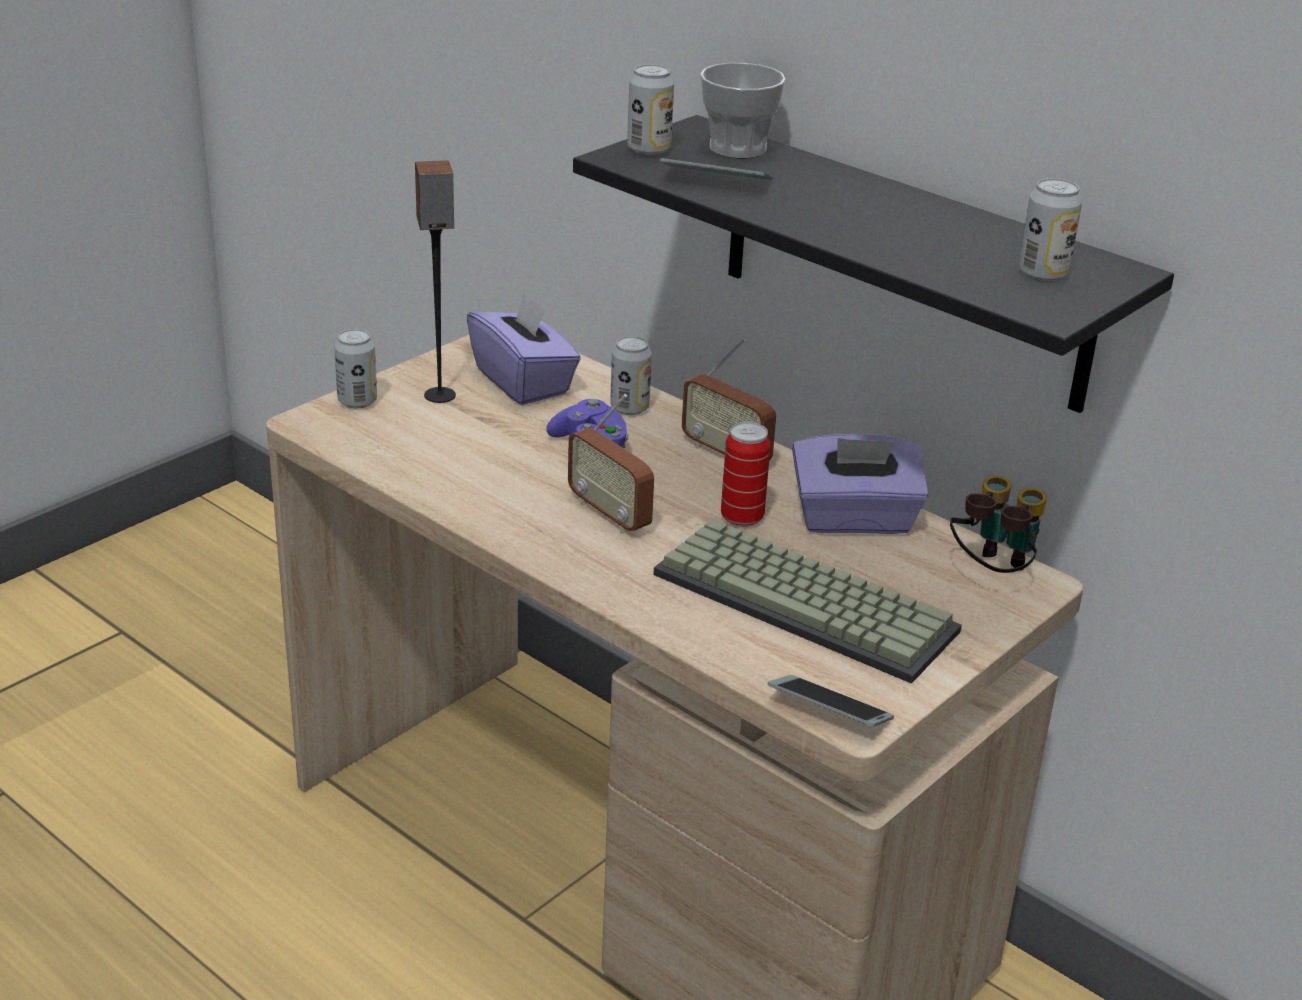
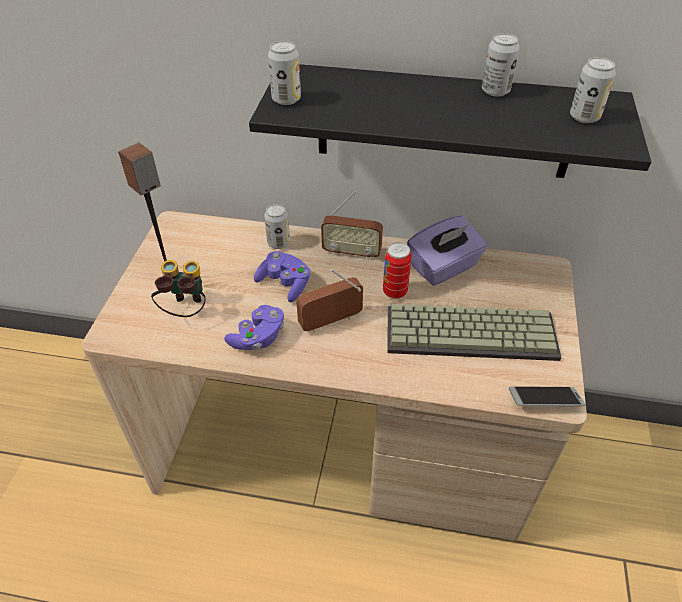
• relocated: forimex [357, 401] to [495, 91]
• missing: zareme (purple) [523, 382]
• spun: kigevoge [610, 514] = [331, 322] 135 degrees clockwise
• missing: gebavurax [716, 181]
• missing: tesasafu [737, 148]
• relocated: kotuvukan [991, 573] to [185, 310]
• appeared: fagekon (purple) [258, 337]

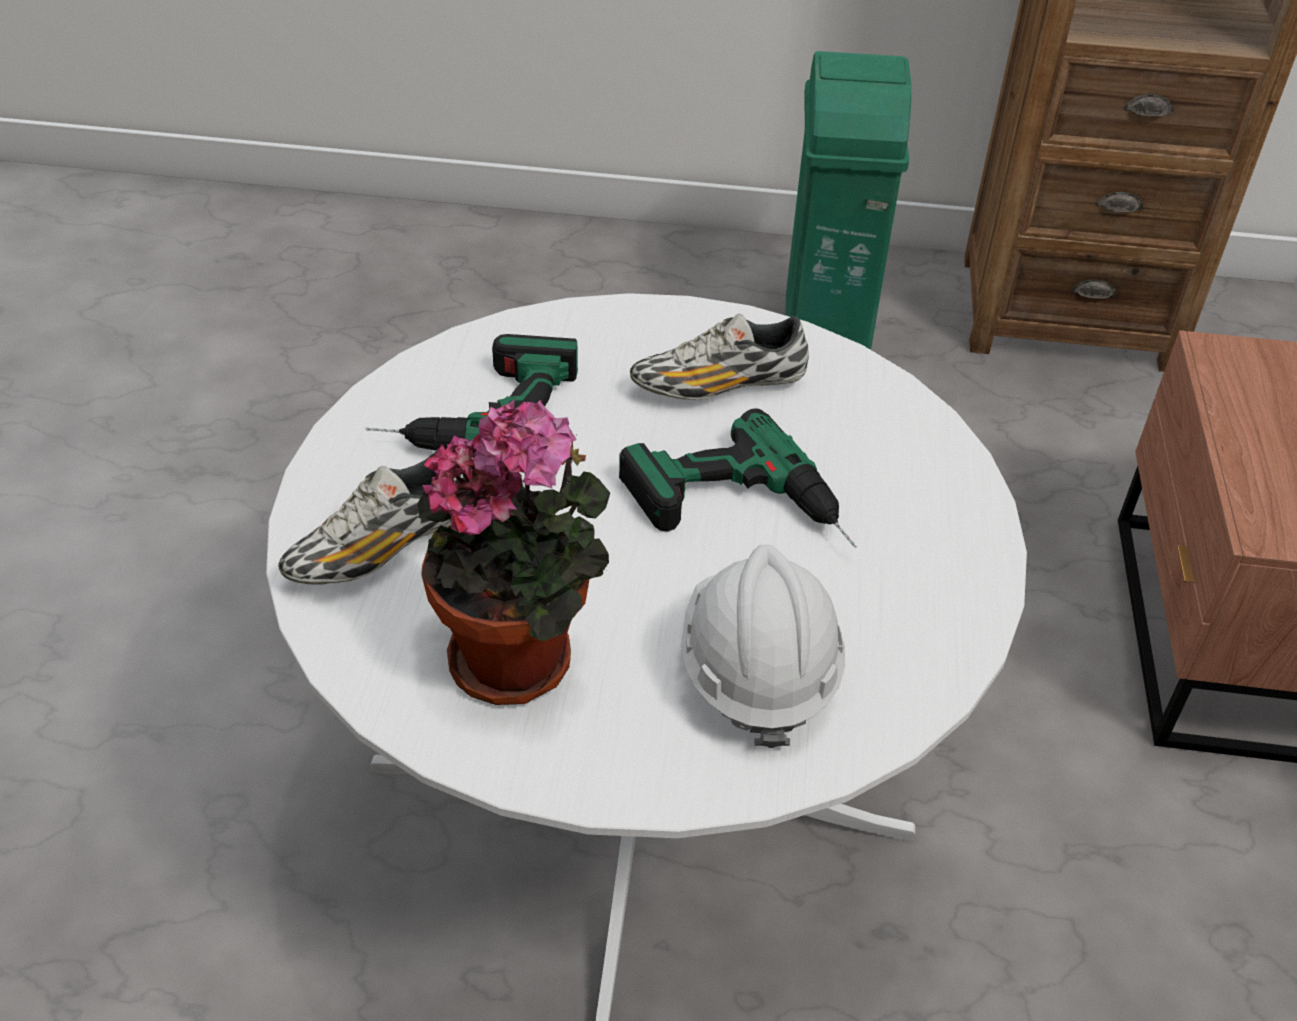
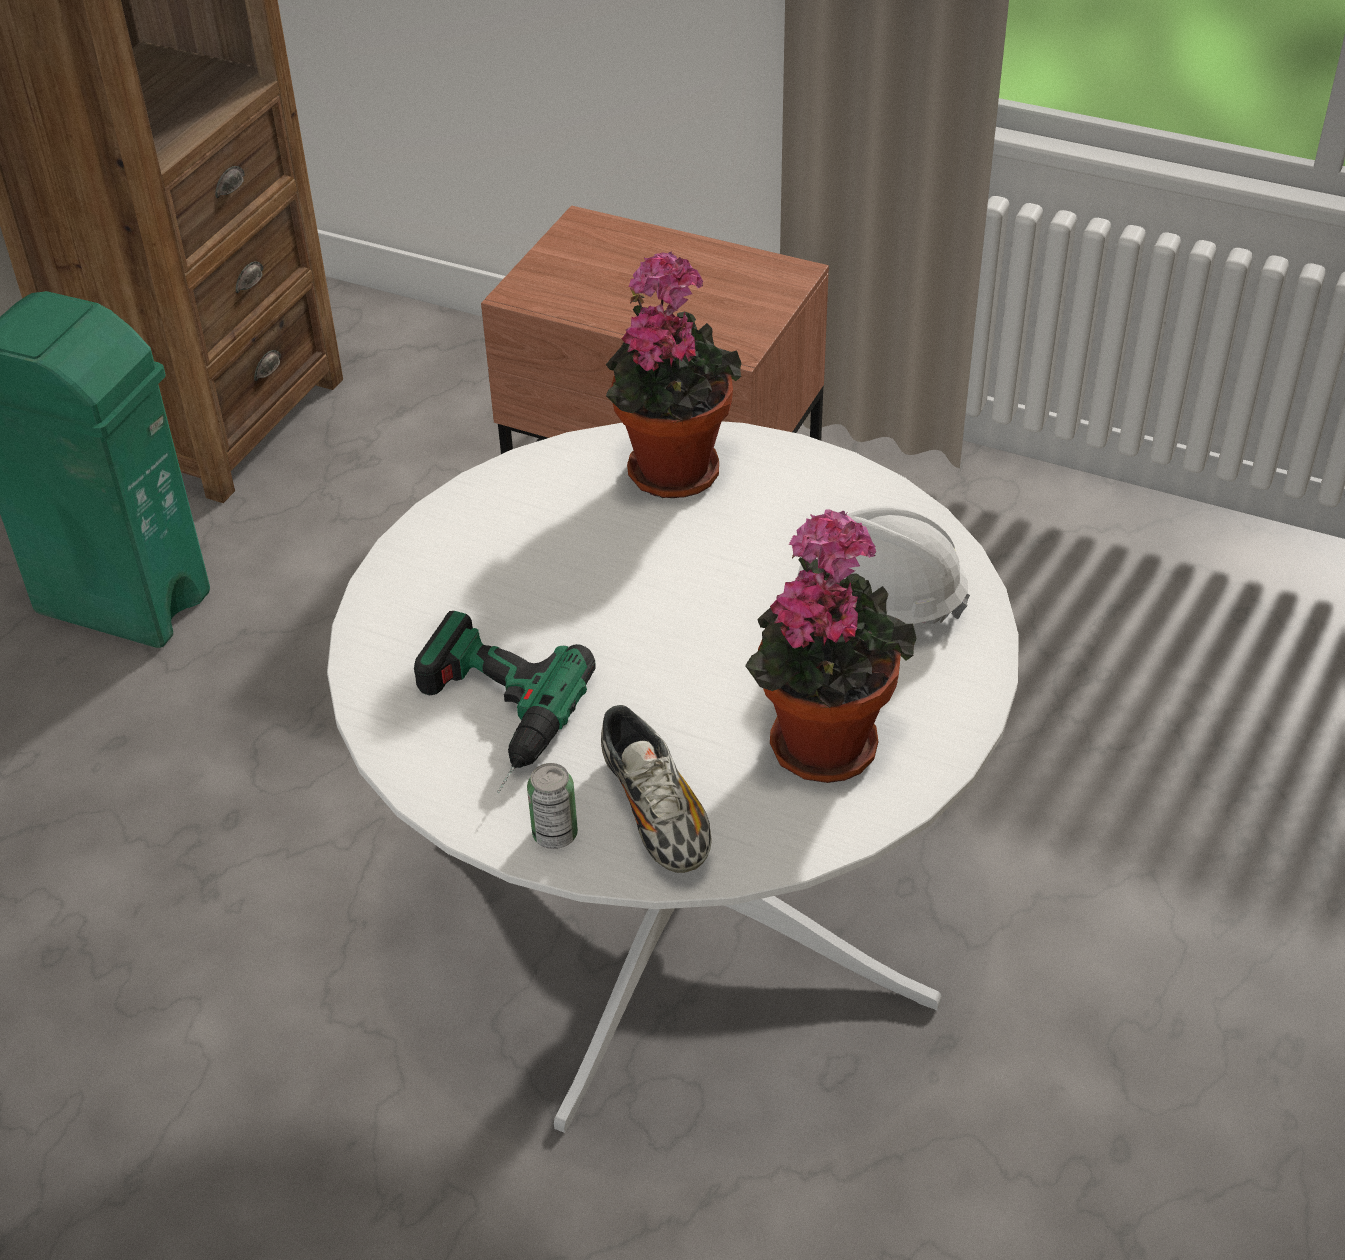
• missing: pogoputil [742, 514]
• missing: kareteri [719, 386]
• appeared: forimex [555, 834]
• appeared: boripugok [671, 466]

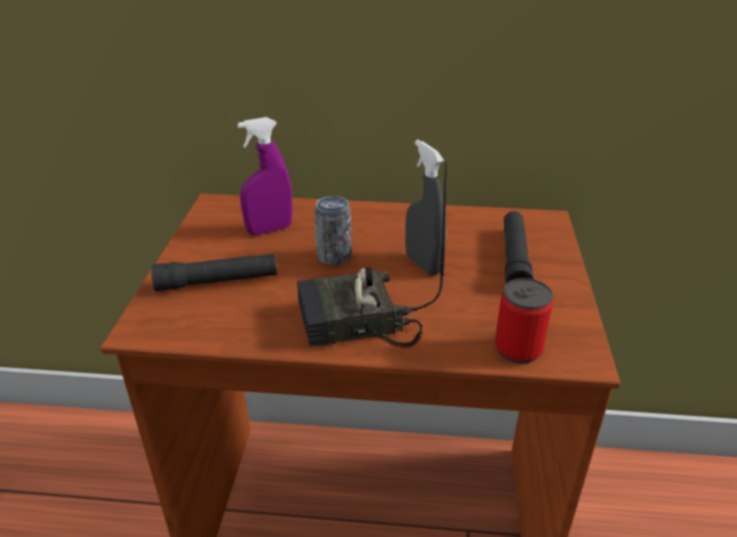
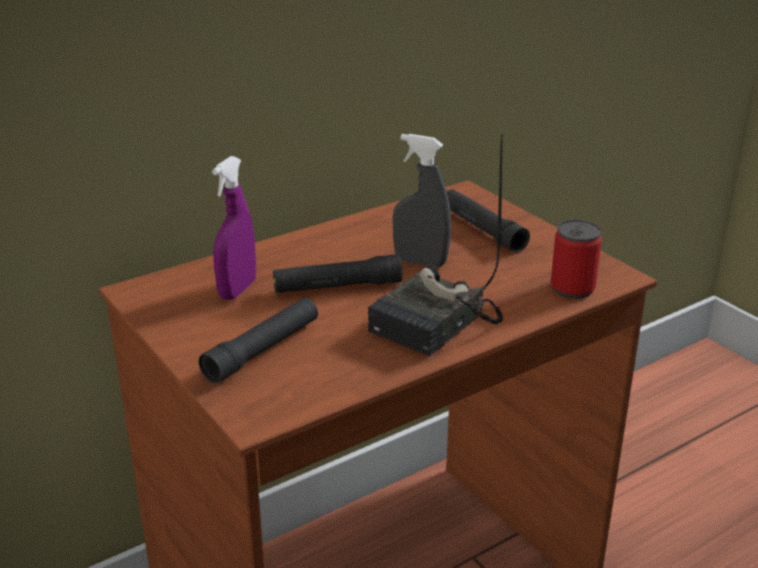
• exchanged: forimex [334, 257] to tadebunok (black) [337, 287]

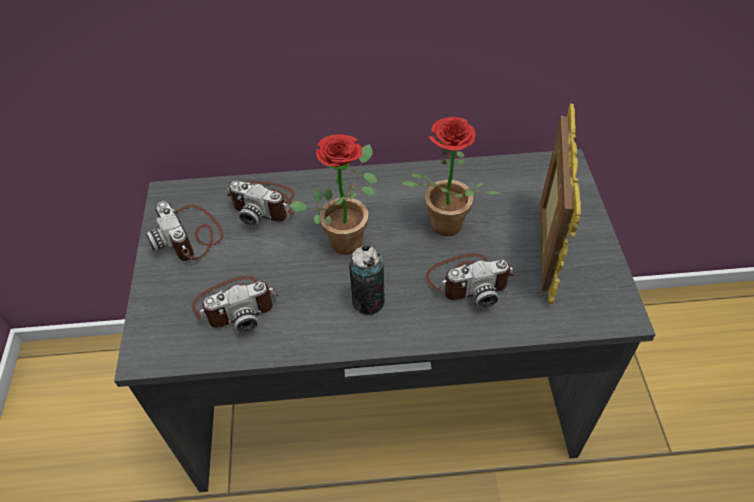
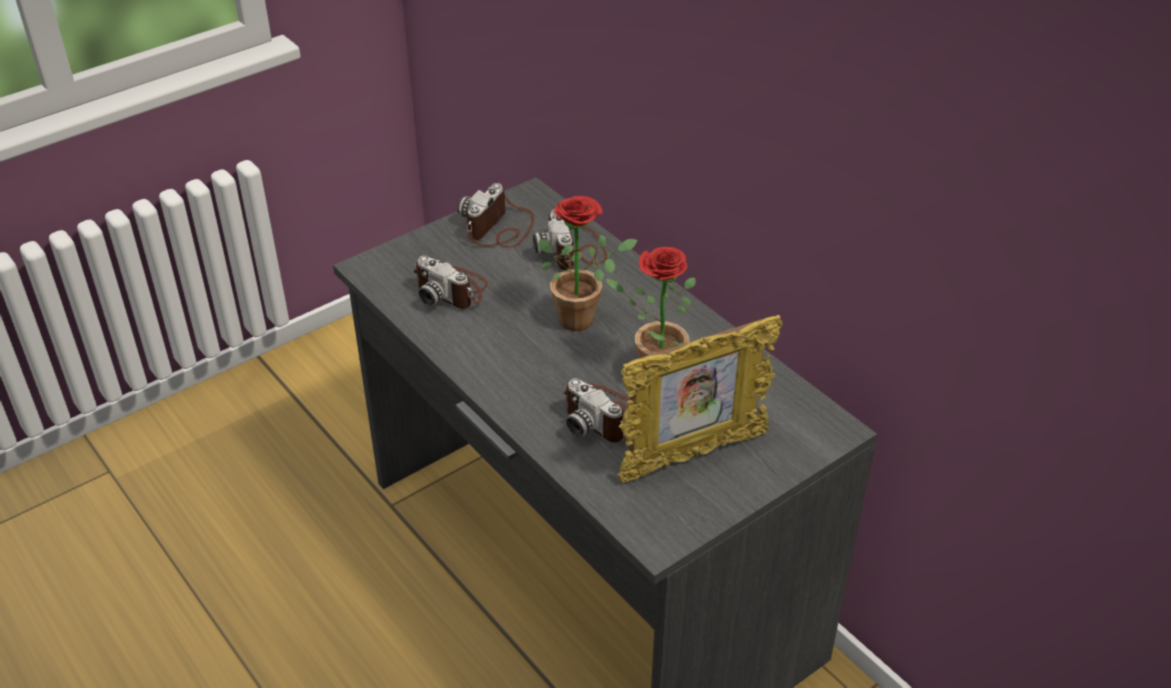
• missing: forimex [368, 302]

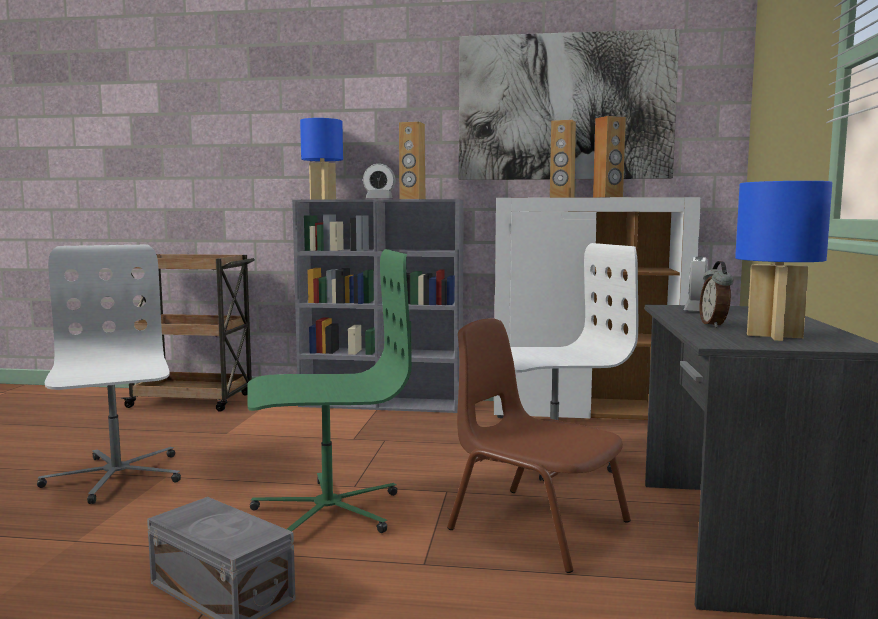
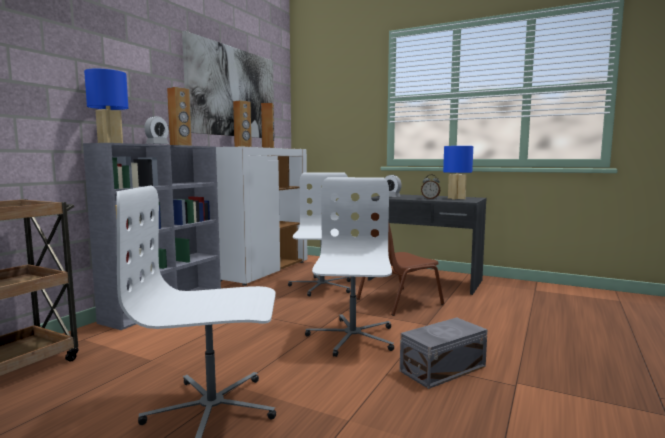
• colour: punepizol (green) [327, 510] to punepizol (white) [351, 337]

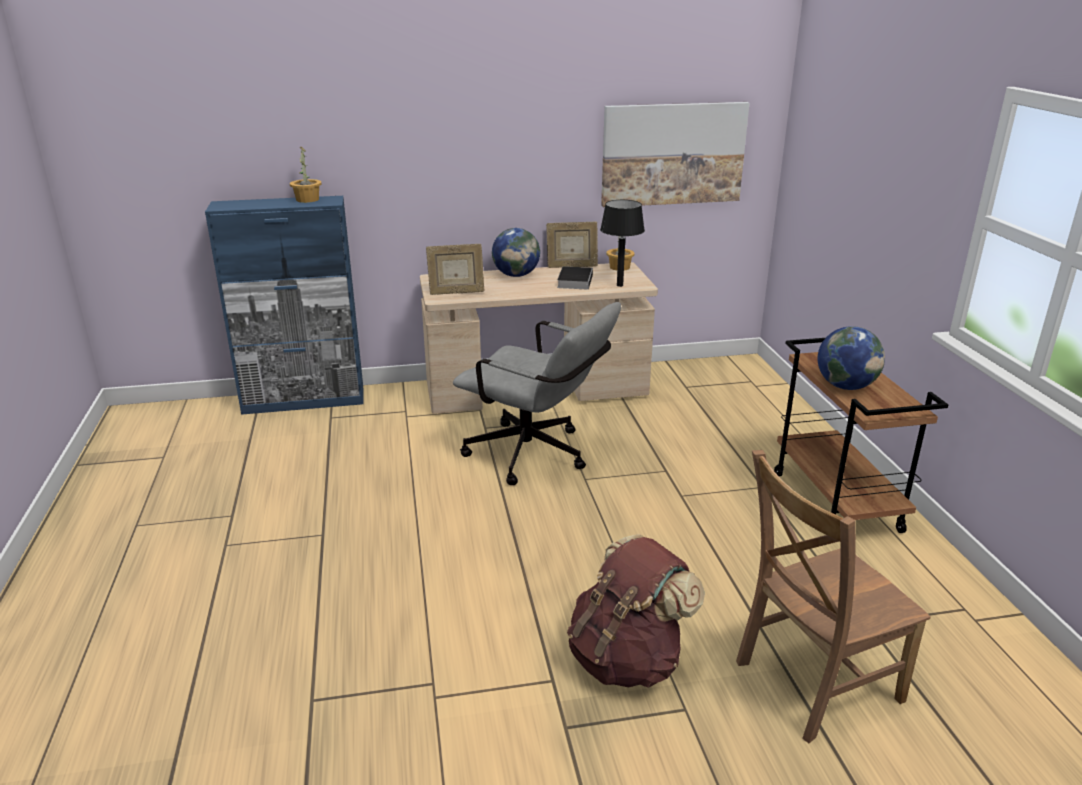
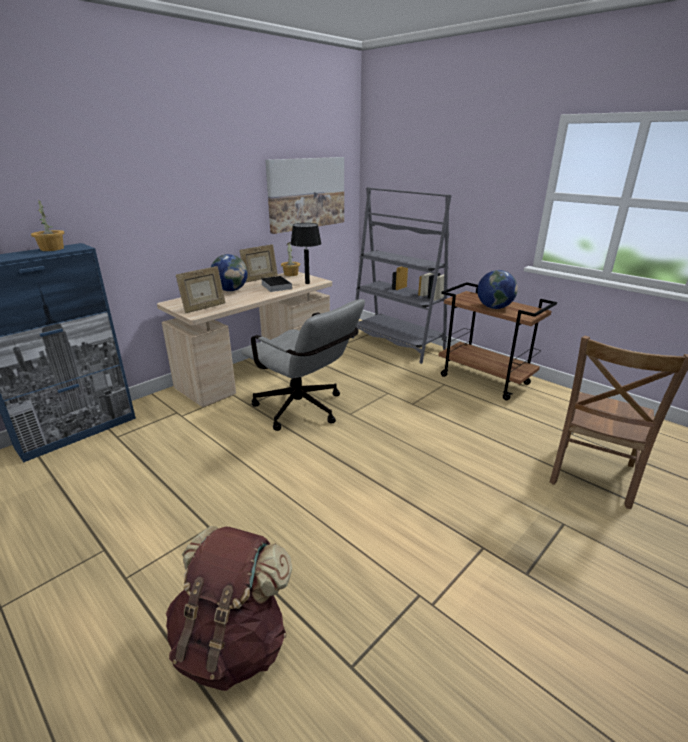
• spun: punepizol (grey) [536, 456] = [305, 411] 45 degrees clockwise
• relocated: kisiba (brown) [627, 659] to [233, 643]
• appeared: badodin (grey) [397, 343]

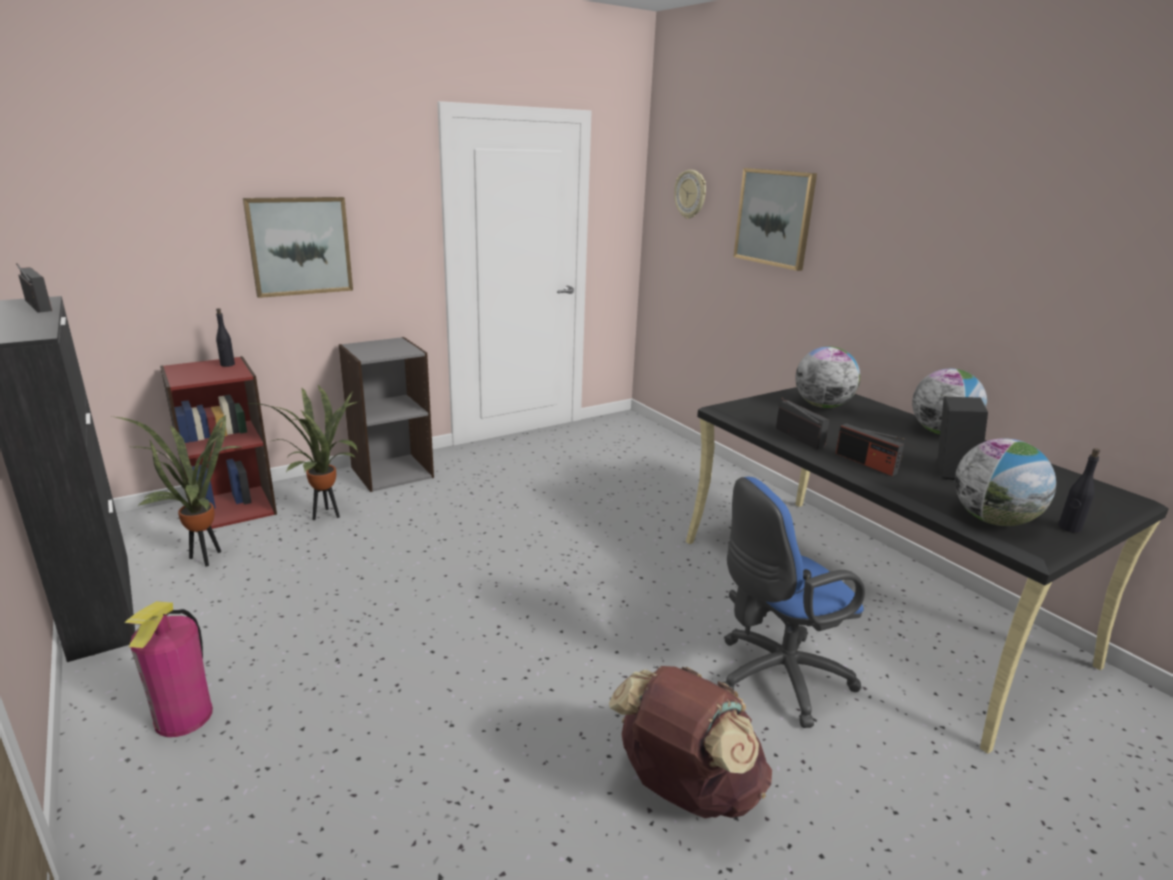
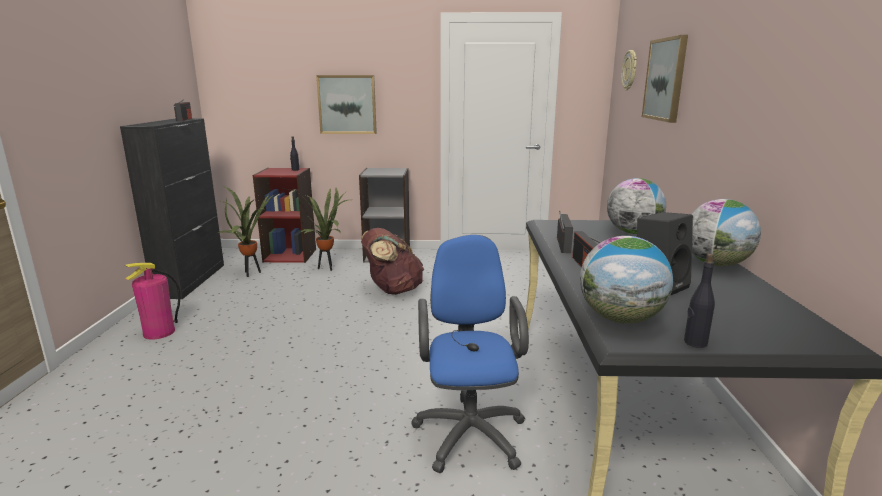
• relocated: kisiba (brown) [685, 790] to [392, 290]
• spun: punepizol (blue) [775, 678] = [469, 430] 75 degrees clockwise

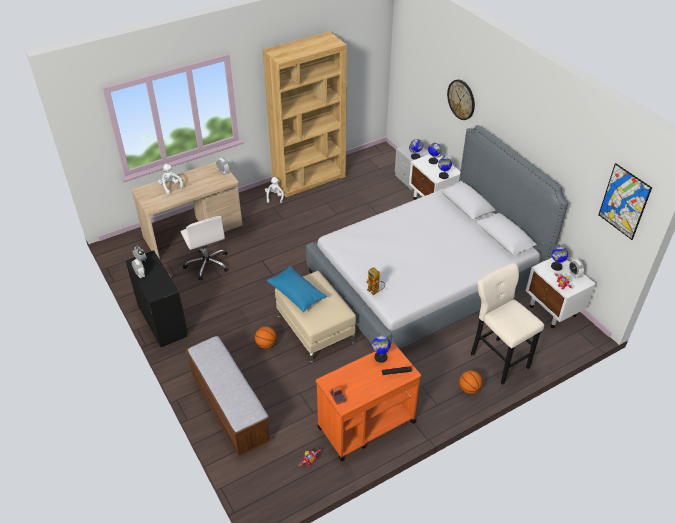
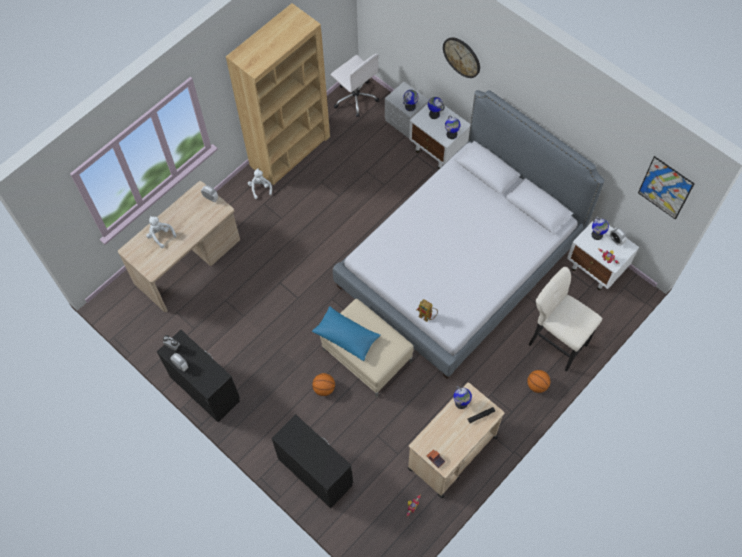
• relocated: punepizol (white) [207, 264] to [355, 98]
• exchanged: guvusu [229, 407] to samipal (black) [315, 471]
• colour: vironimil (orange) [365, 425] to vironimil (beige) [451, 453]

